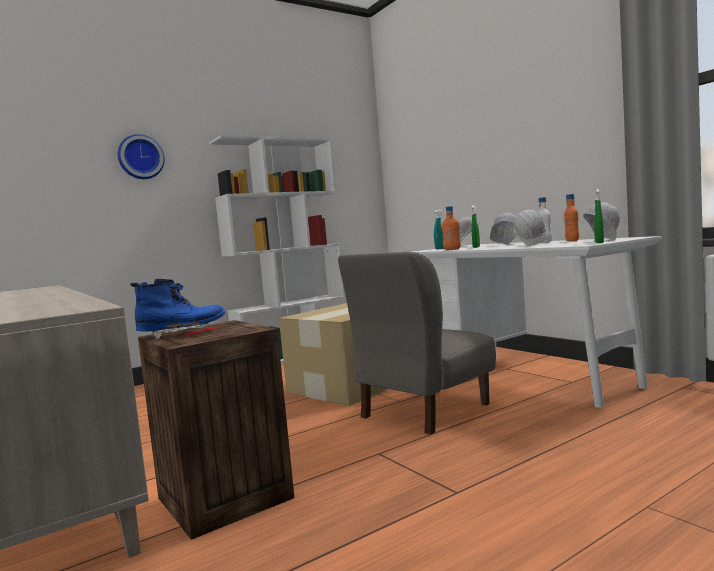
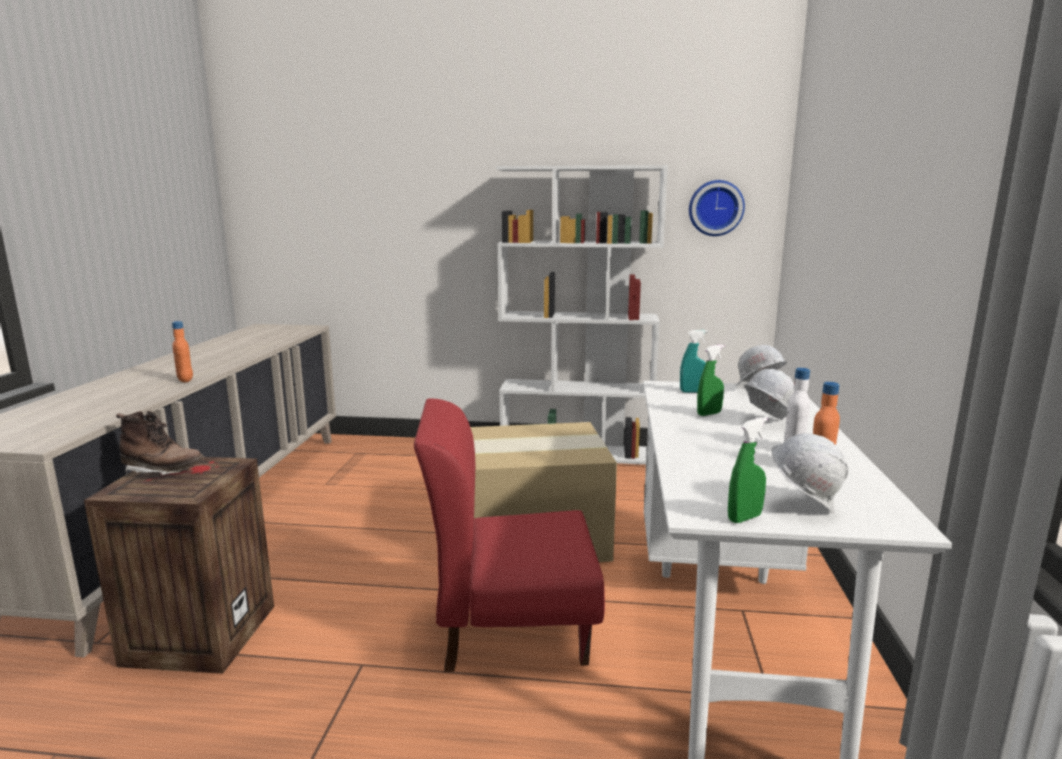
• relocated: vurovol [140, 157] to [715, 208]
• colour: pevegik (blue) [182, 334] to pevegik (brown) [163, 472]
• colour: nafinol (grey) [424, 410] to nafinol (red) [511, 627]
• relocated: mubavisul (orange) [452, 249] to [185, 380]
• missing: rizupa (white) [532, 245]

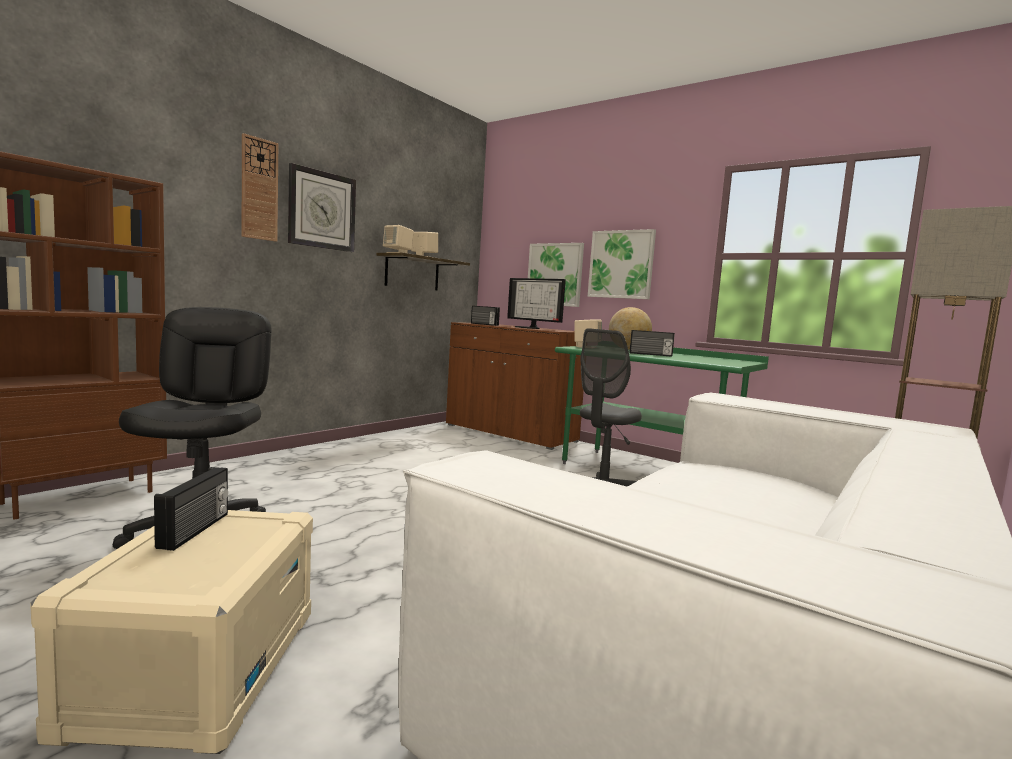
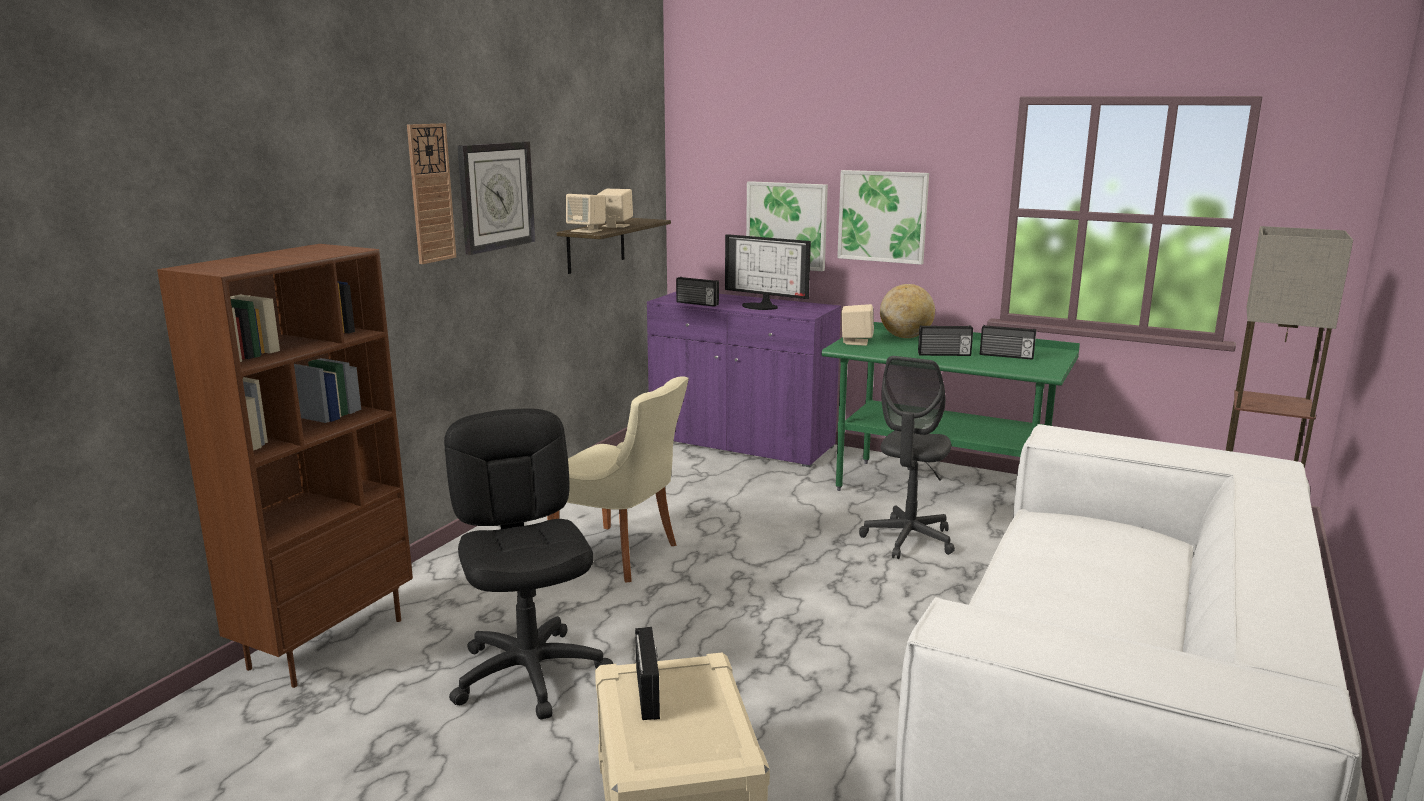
• colour: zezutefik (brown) [510, 433] to zezutefik (purple) [741, 443]
• appeared: nafinol (beige) [620, 555]
• appeared: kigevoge [1006, 356]

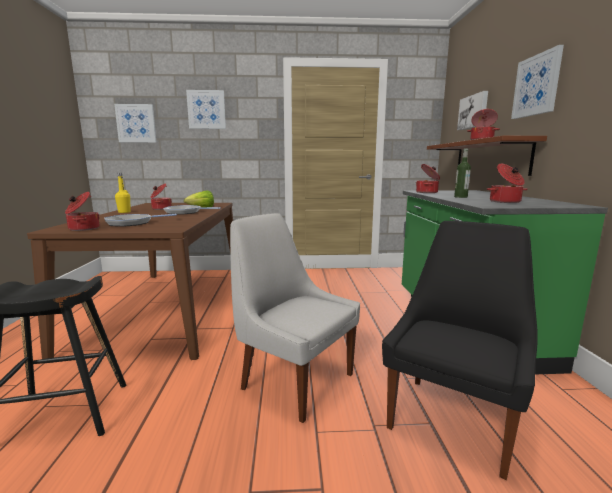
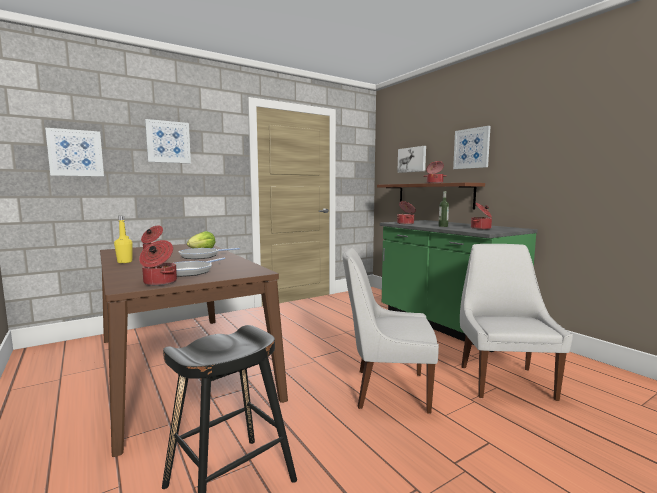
• colour: nafinol (black) [453, 418] to nafinol (white) [504, 380]

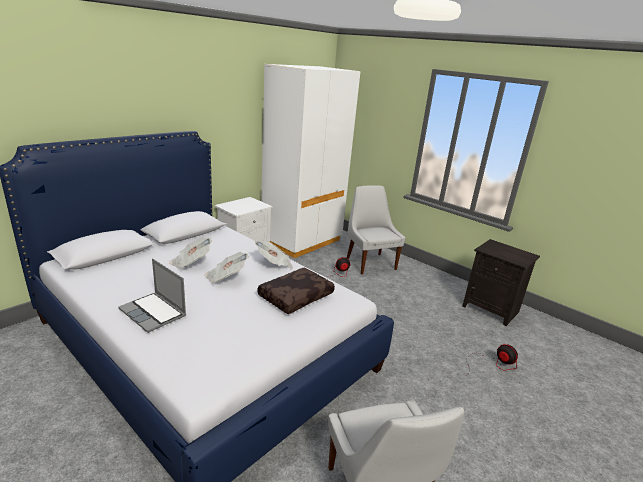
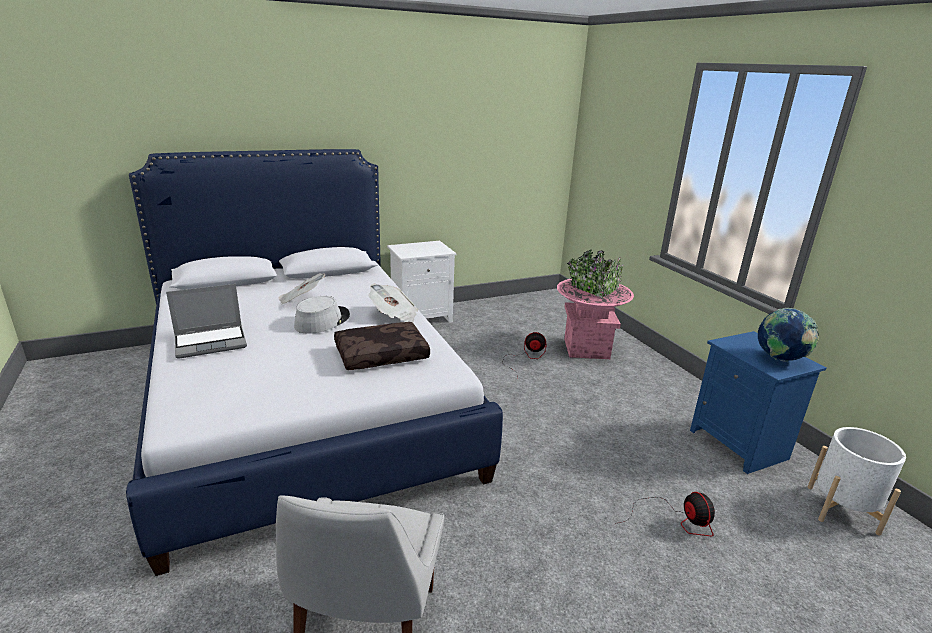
• spun: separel [154, 313] = [211, 342] 90 degrees counterclockwise
• exchanged: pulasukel [225, 277] to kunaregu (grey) [322, 321]
• missing: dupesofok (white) [301, 241]
• exchanged: nafinol (white) [370, 263] to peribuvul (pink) [586, 348]
• colour: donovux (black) [491, 309] to donovux (blue) [740, 445]
• appeared: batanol [779, 359]
• appeared: peribuvul (white) [842, 509]

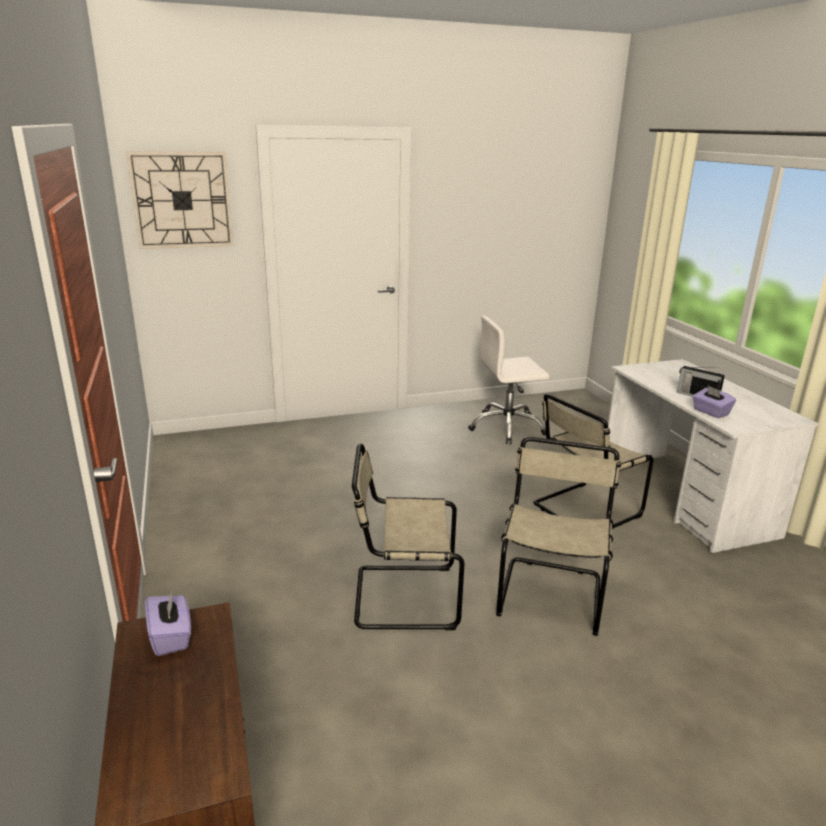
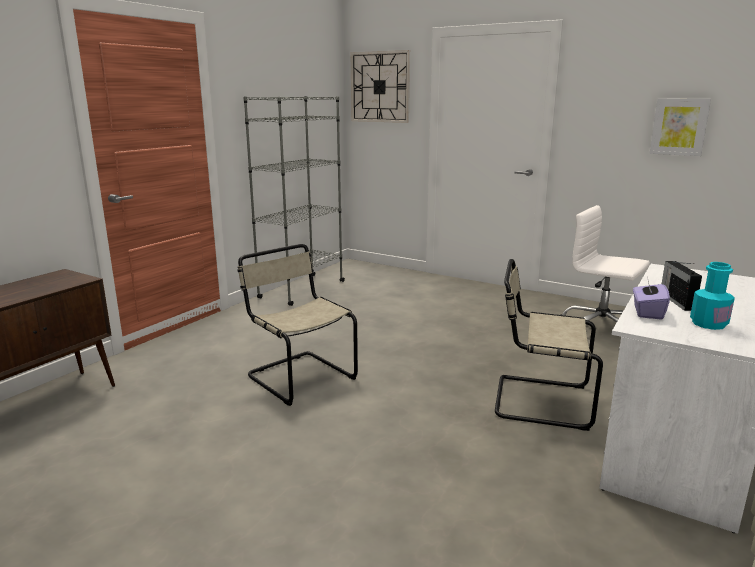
• missing: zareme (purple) [171, 637]
• missing: nafinol (beige) [550, 593]
• appeared: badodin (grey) [302, 289]
• appeared: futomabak [679, 127]
• appeared: mubavisul (turquoise) [708, 324]

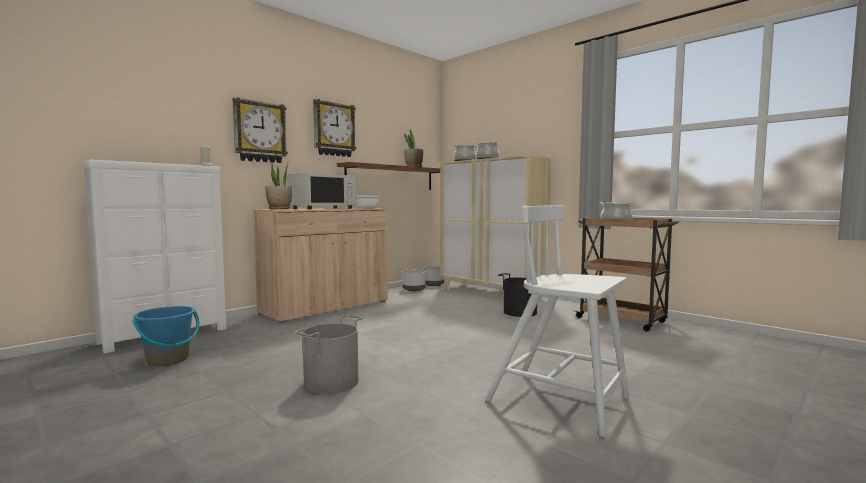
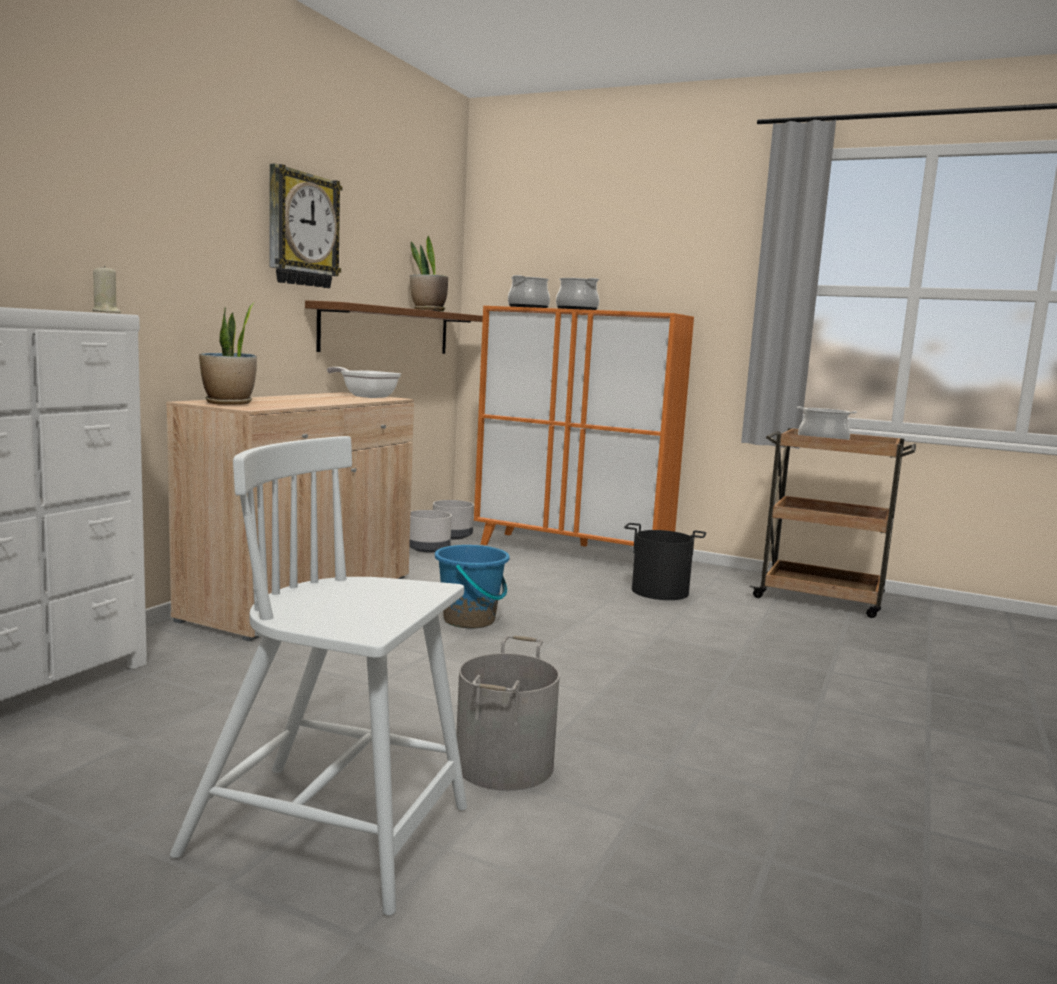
• relocated: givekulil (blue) [168, 360] to [469, 620]
• missing: vurovol [259, 132]
• missing: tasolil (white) [323, 208]
• colour: zezutefik (beige) [491, 293] to zezutefik (orange) [572, 552]
• relocated: nafinol (white) [560, 400] to [333, 833]

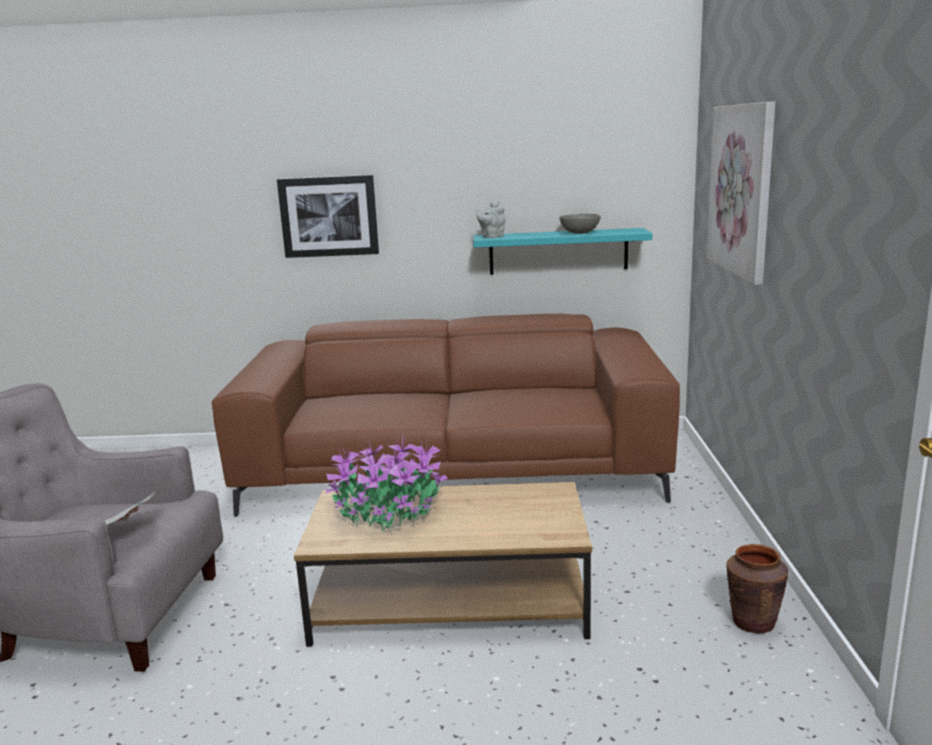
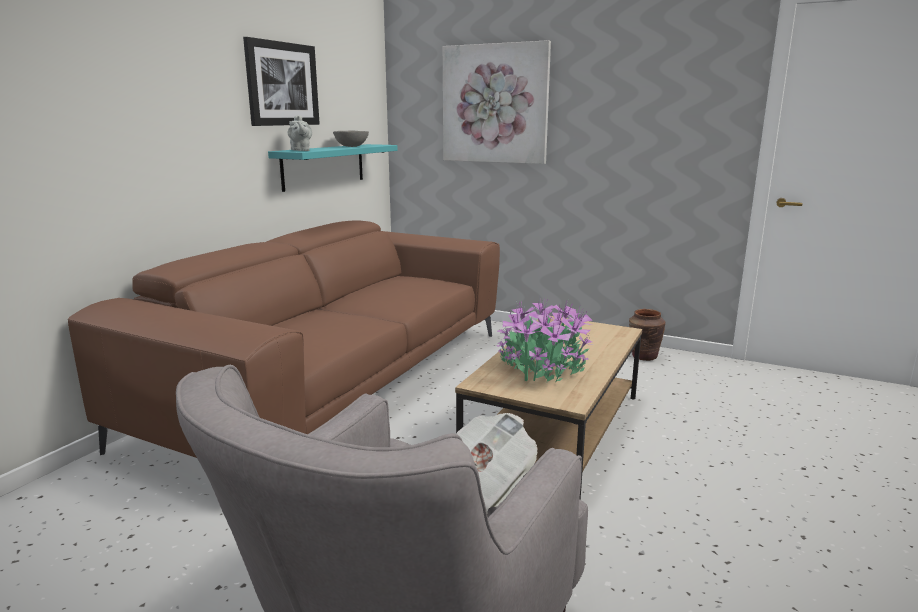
• relocated: futomabak [329, 216] to [282, 84]

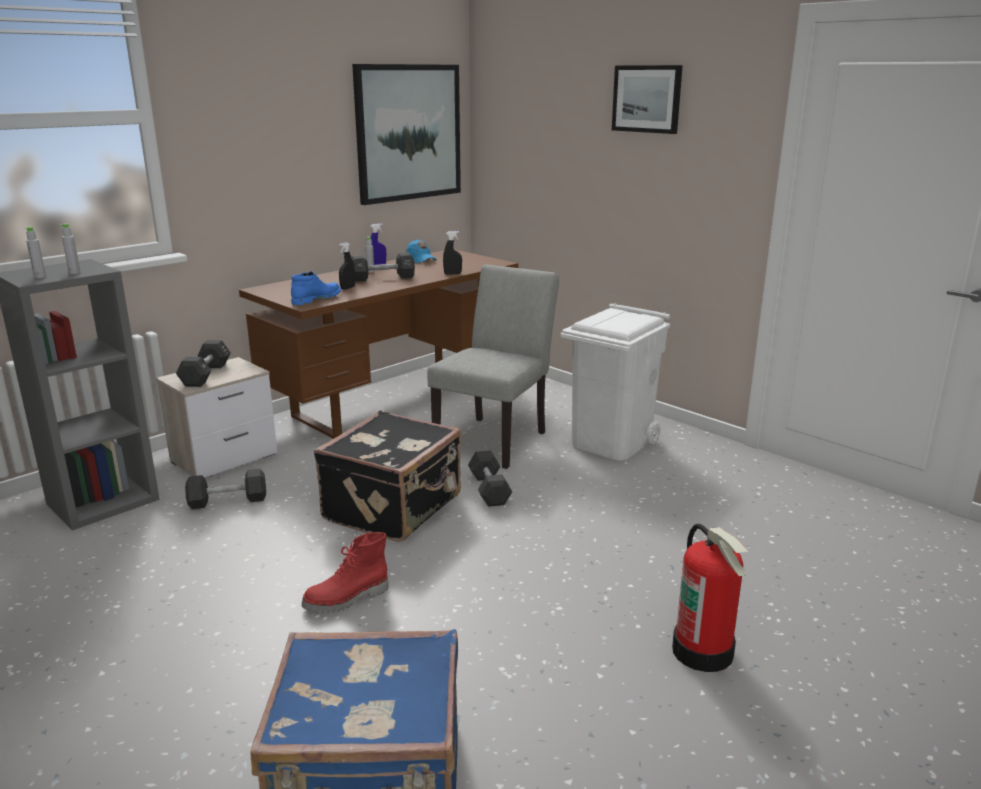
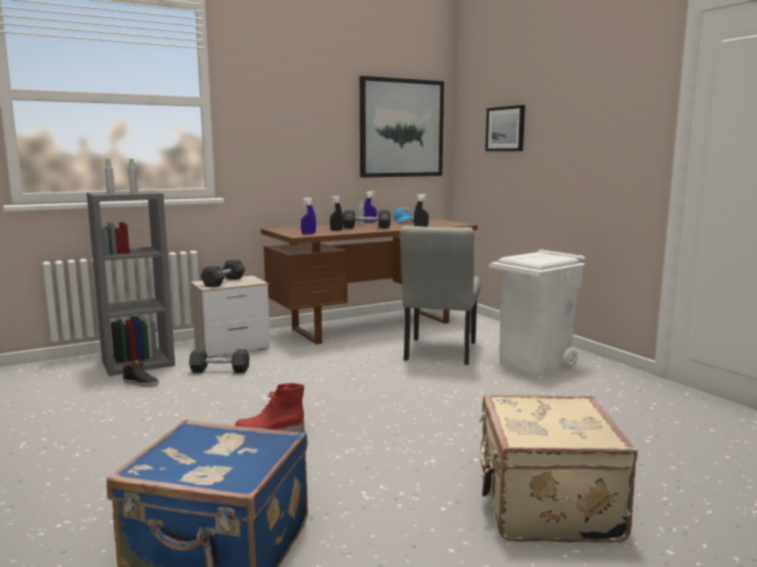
• exchanged: pevegik (blue) [316, 299] to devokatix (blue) [308, 233]
• missing: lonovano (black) [395, 508]
• spun: nafinol (grey) [496, 438] = [439, 353] 150 degrees clockwise
• missing: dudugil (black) [489, 489]
• relocated: futomabak [647, 99] to [505, 129]
• exchanged: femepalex [703, 651] to lonovano (beige) [545, 506]
• appeared: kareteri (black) [141, 383]

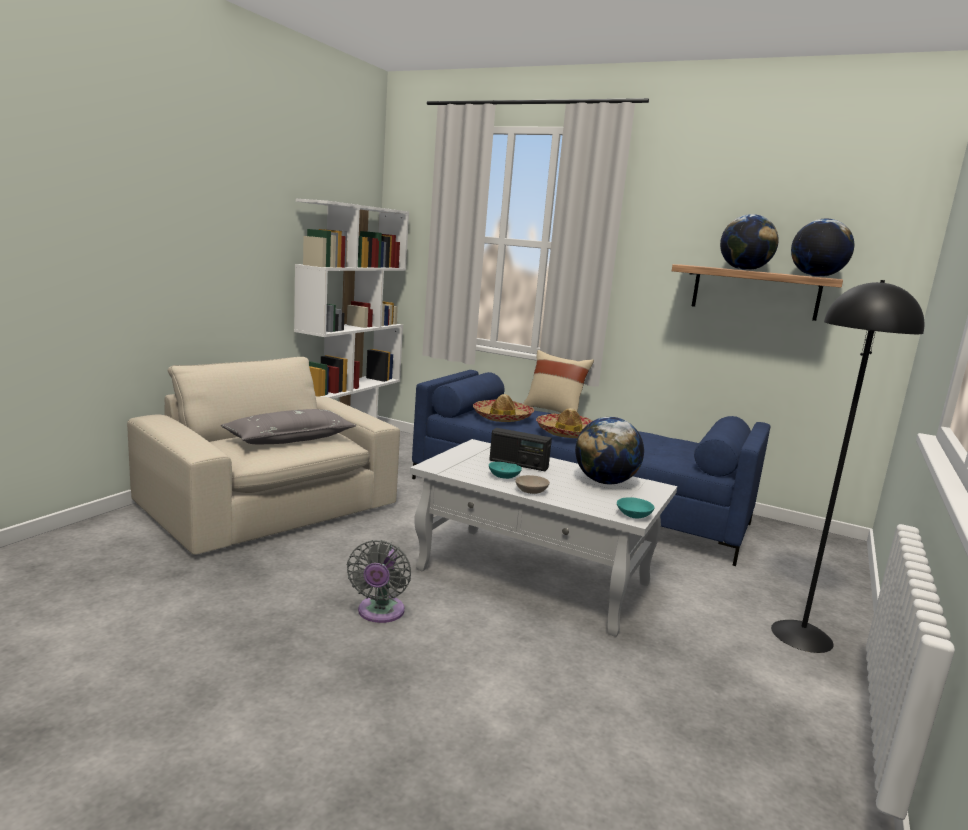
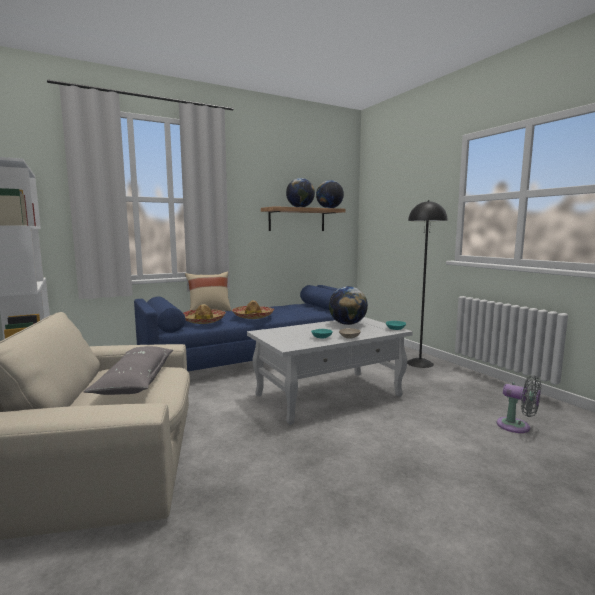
• relocated: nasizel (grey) [379, 613] to [517, 427]
• missing: kigevoge [518, 464]

